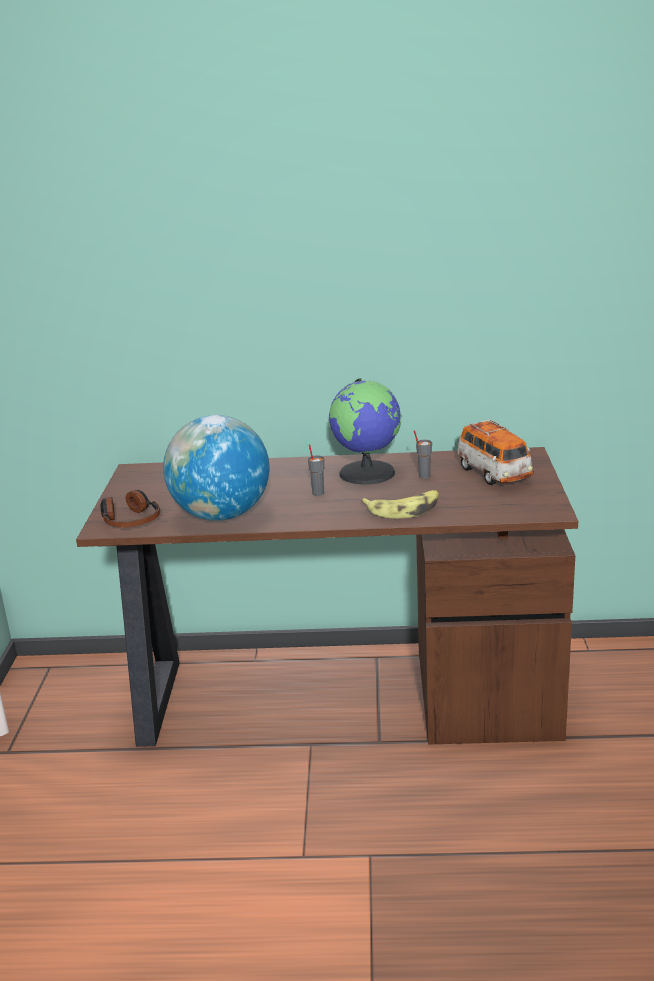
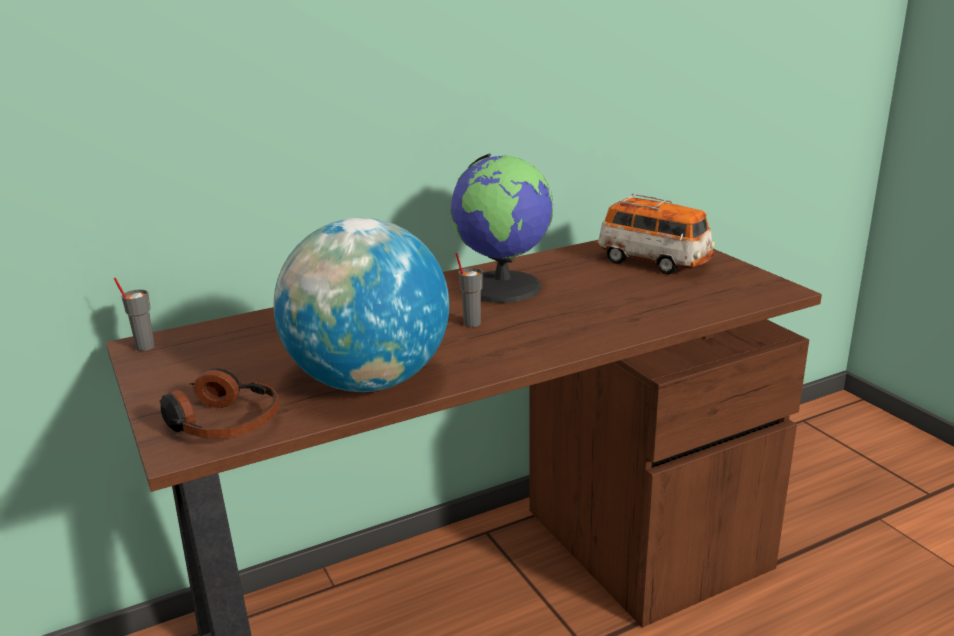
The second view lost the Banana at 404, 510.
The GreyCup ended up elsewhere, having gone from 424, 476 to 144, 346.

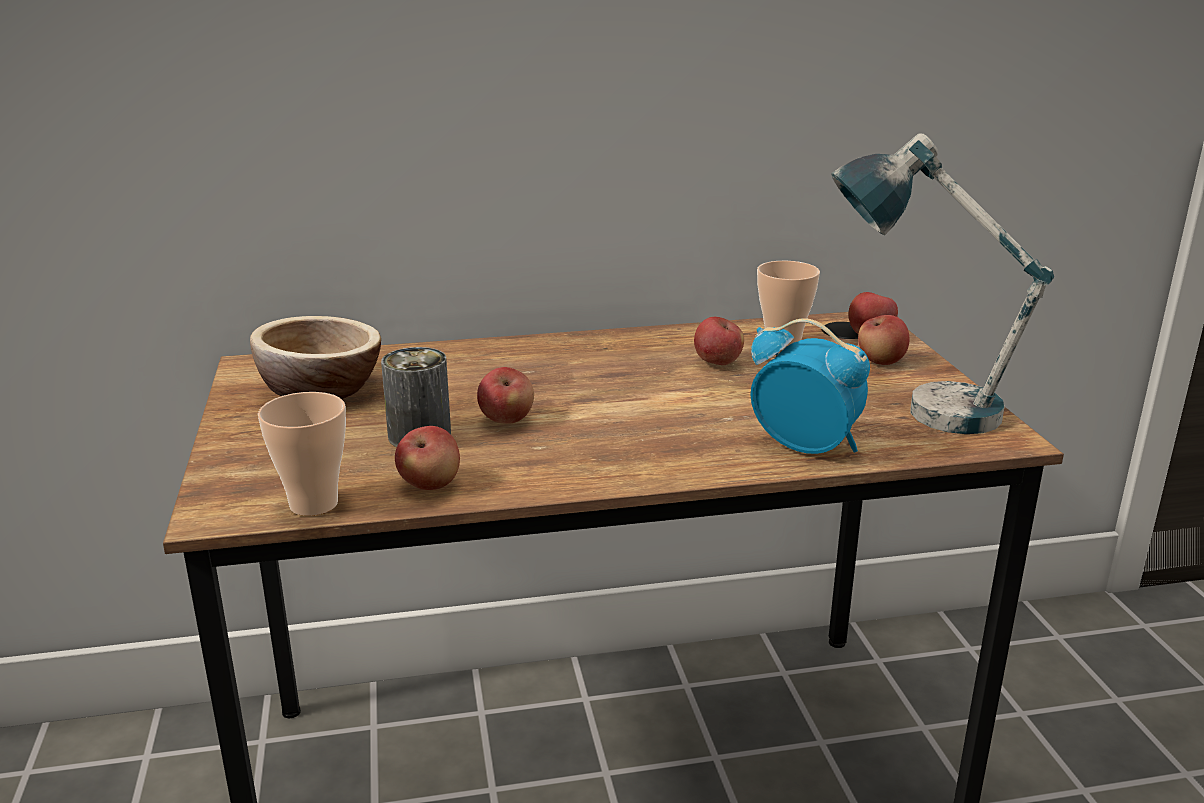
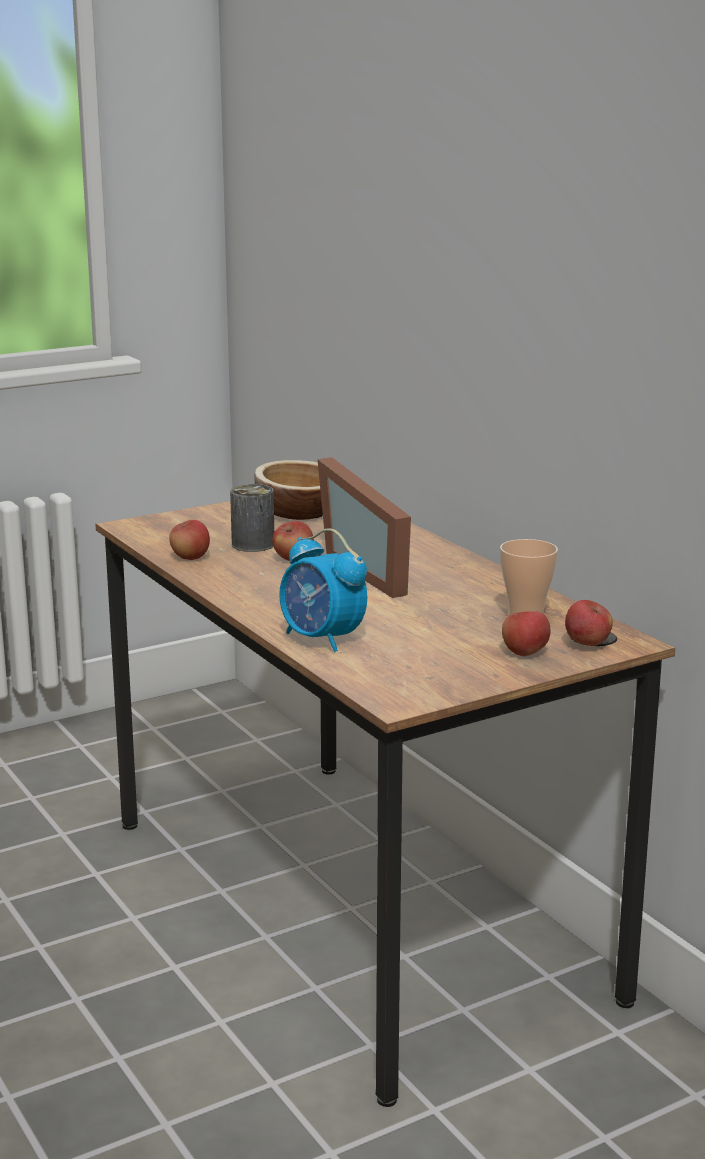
The second view lost the Cup at 313, 504.
The second view lost the Apple at 717, 364.
The AlarmClock at 805, 446 ended up facing another way, 120 degrees clockwise from before.
The second view lost the TableLamp at 915, 406.
The second view gained the PictureFrame at 374, 570.

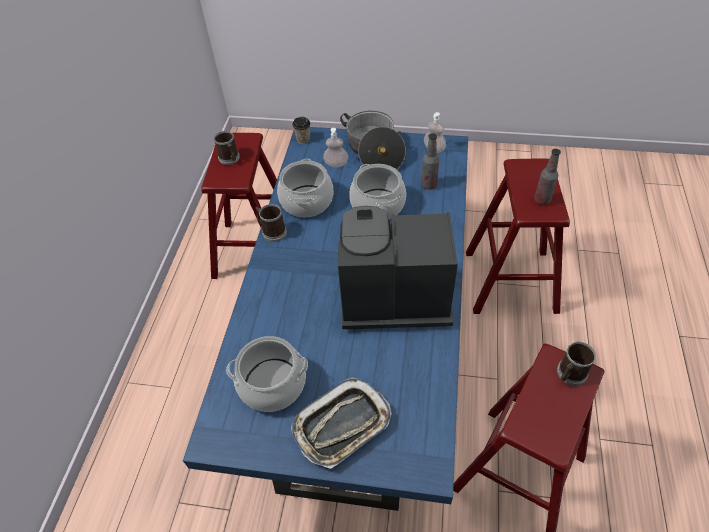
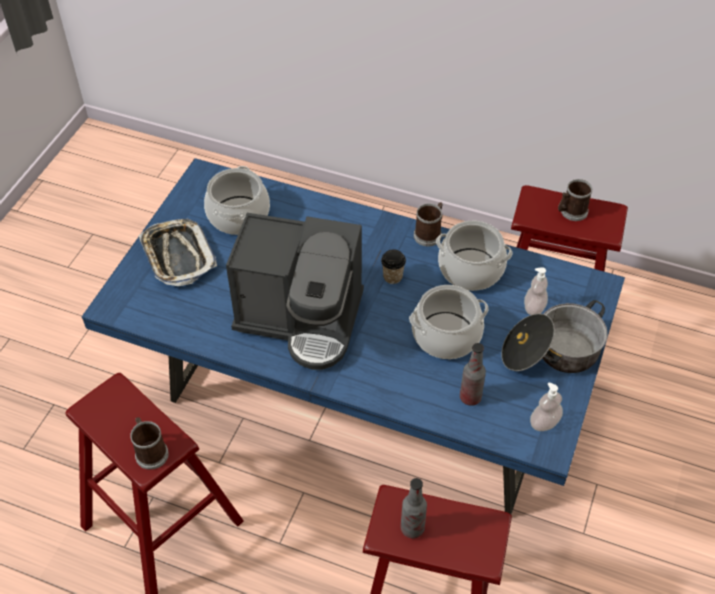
The Cup ended up elsewhere, having gone from 303, 139 to 392, 277.
The CoffeeMachine at 391, 297 ended up facing another way, 90 degrees clockwise from before.

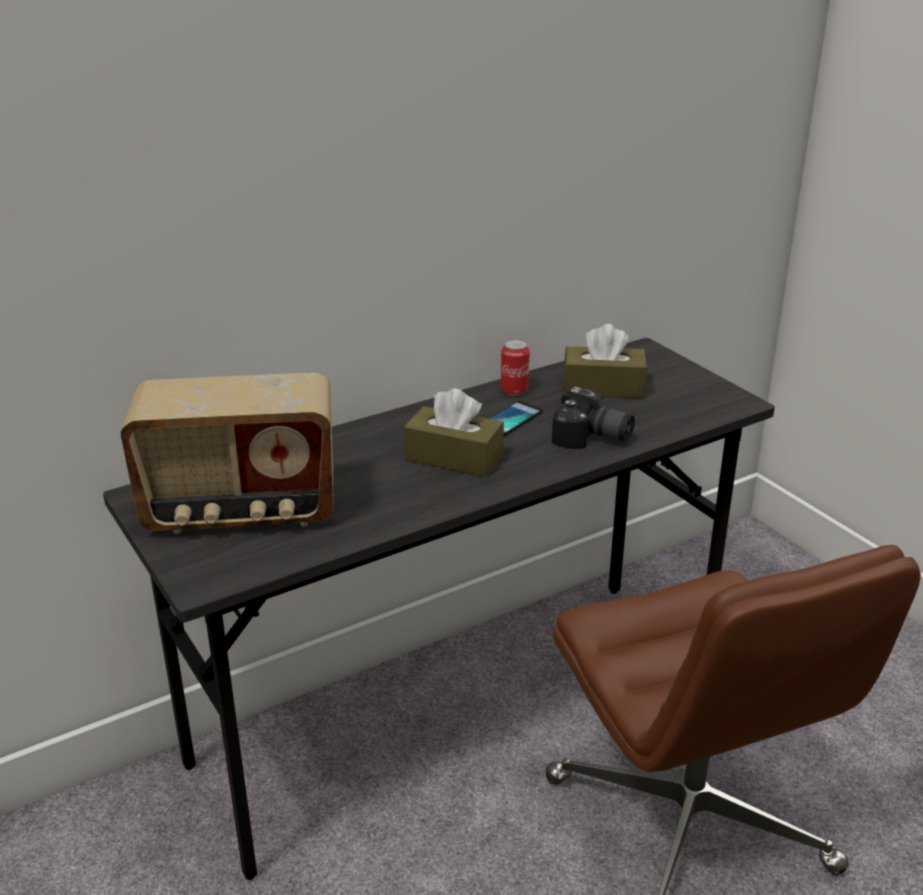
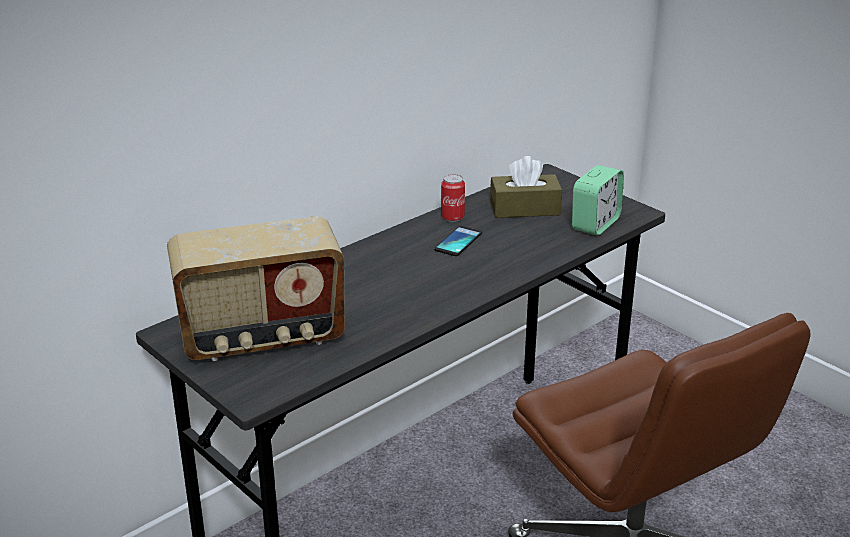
The second view lost the BrownTissueBox at 454, 457.
The second view lost the PhotoCamera at 591, 439.
The second view gained the AlarmClock at 595, 224.

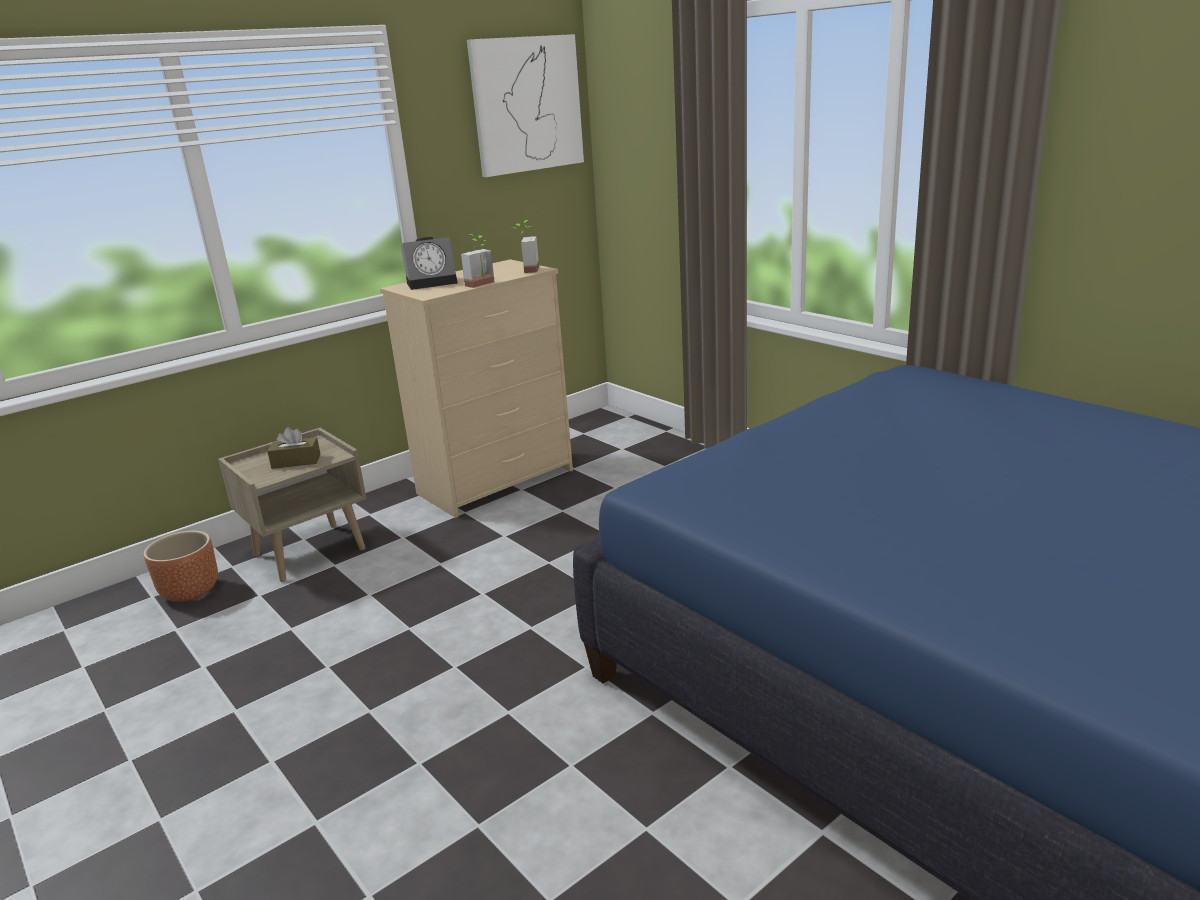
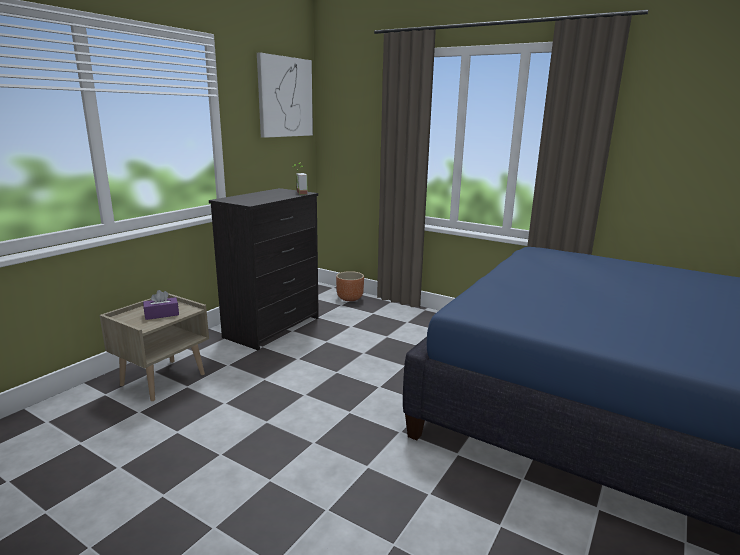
The BrownPlanter ended up elsewhere, having gone from 191, 591 to 350, 298.
What was the BrownTissueBox at 296, 461 turned into the PurpleTissueBox at 162, 314.
What was the BeigeDresser at 497, 481 turned into the BlackDresser at 273, 327.
The second view lost the AlarmClock at 433, 282.
The second view lost the PottedPlant at 483, 284.

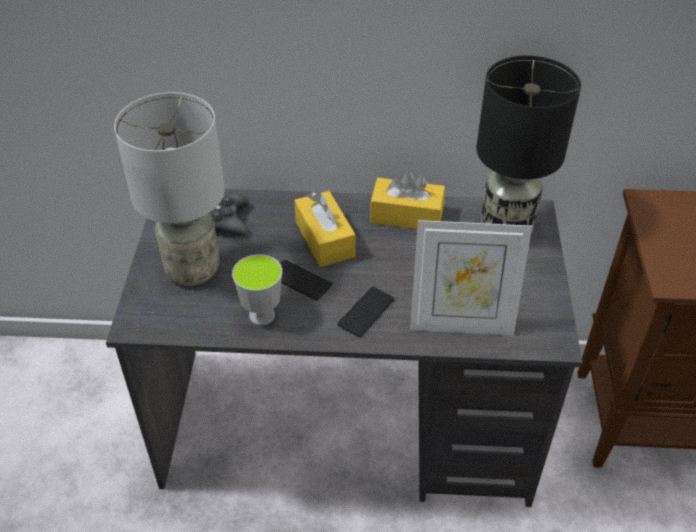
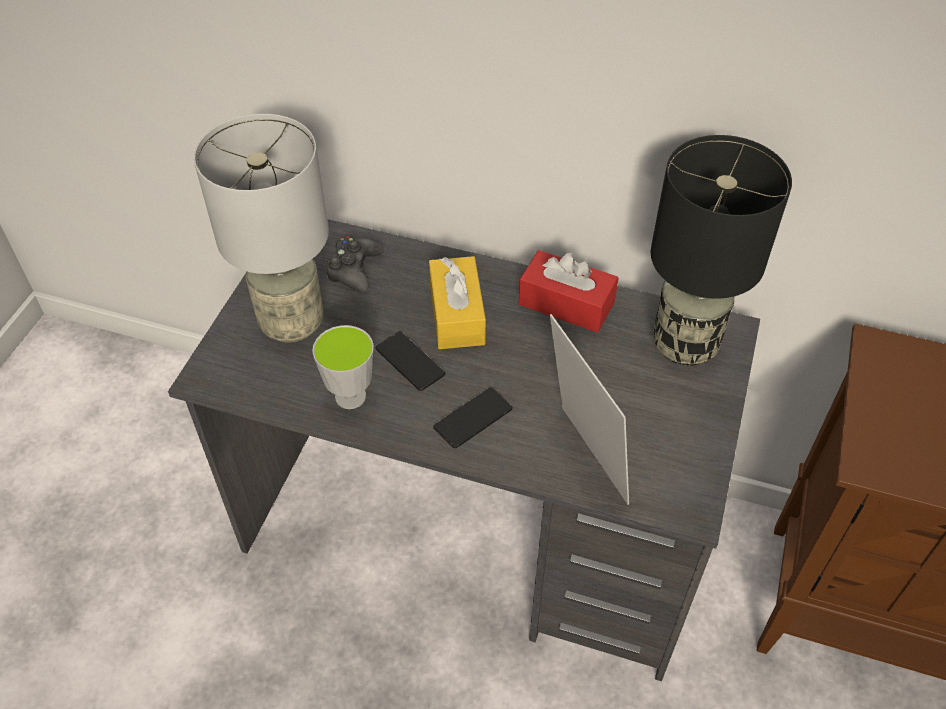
What was the YellowTissueBox at 406, 215 turned into the RedTissueBox at 566, 303.
The PictureFrame at 461, 324 ended up facing another way, 135 degrees counterclockwise from before.

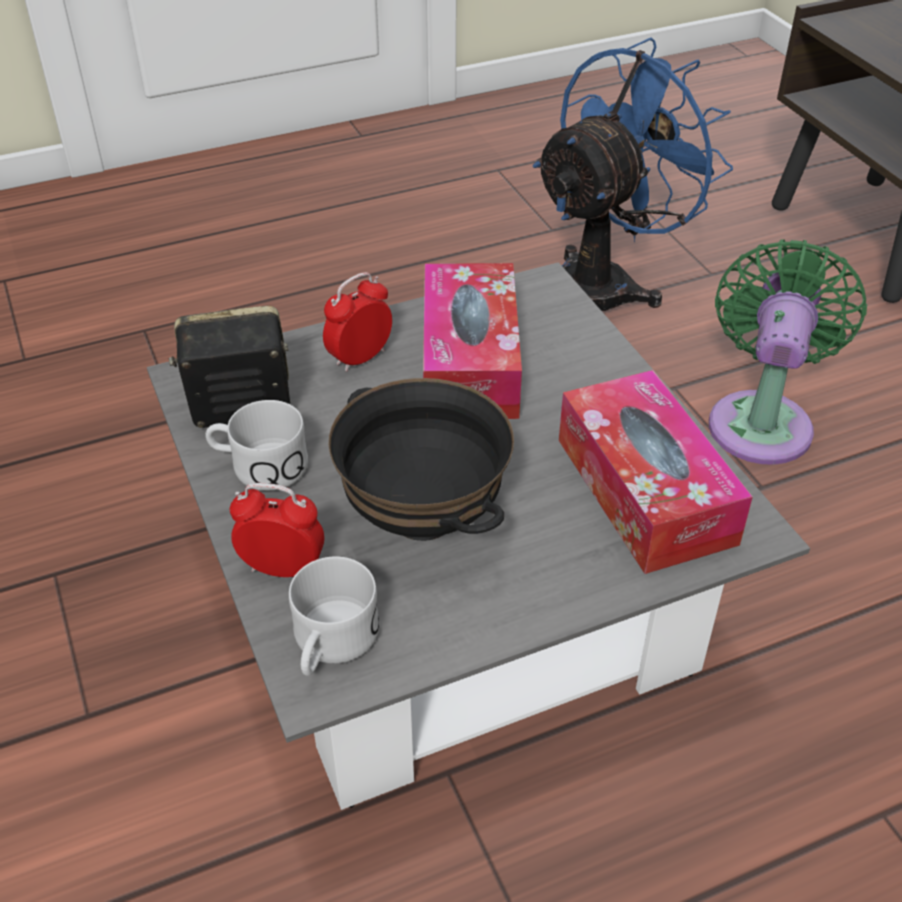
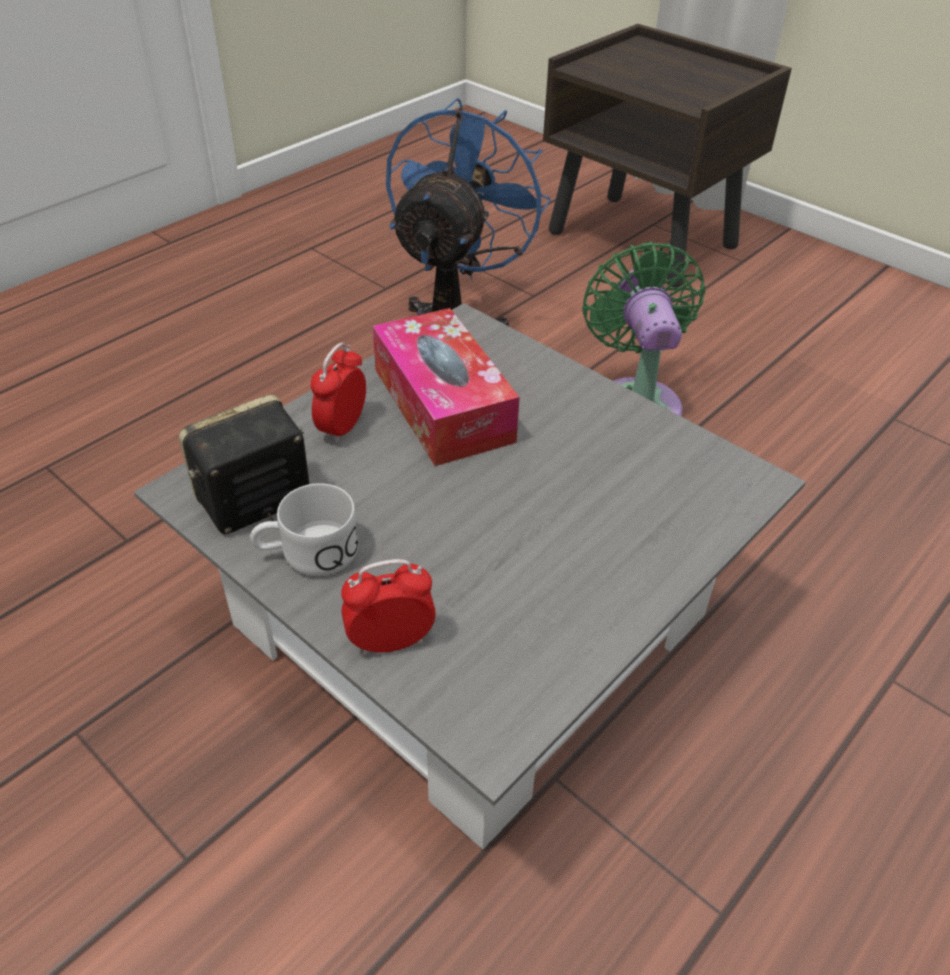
The second view lost the WhiteMug at 330, 645.
The second view lost the BlackBowl at 421, 517.
The second view lost the TissueBox at 645, 490.

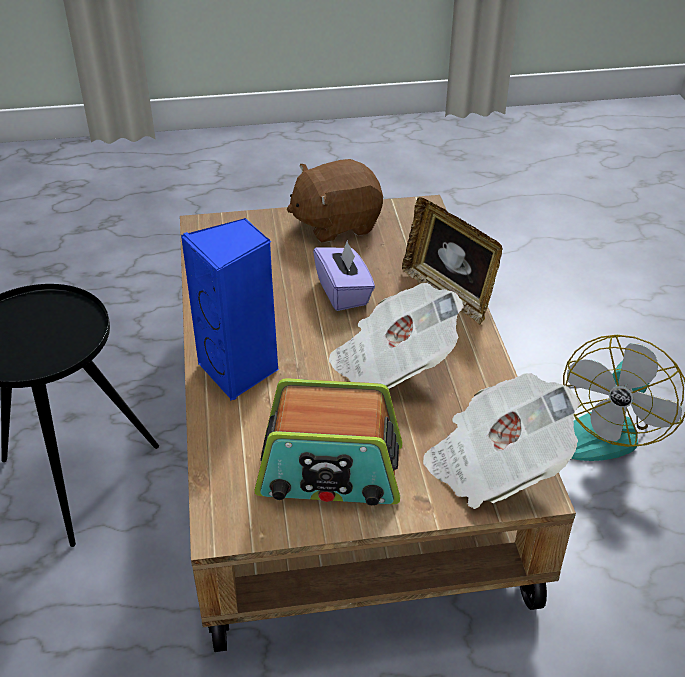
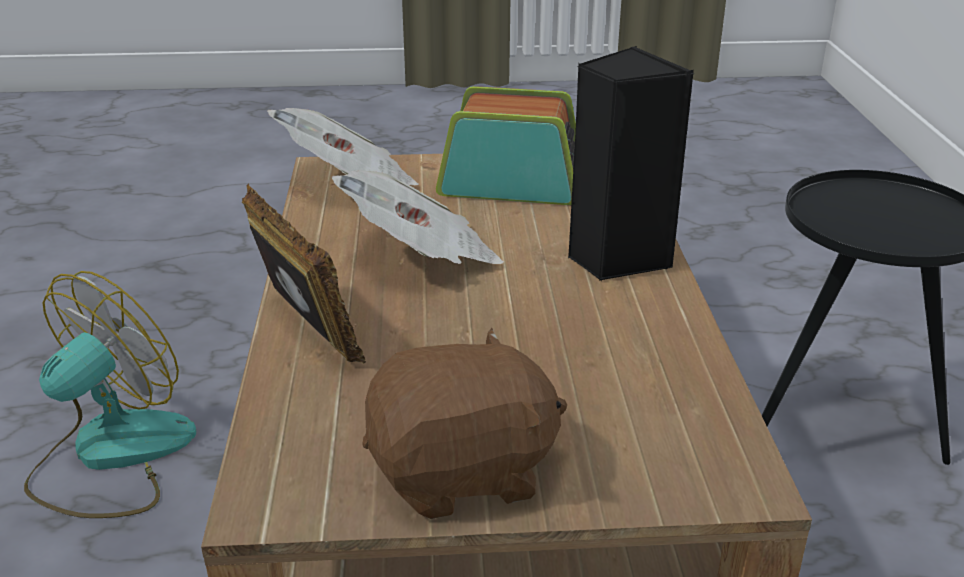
What was the BlueSpeaker at 240, 371 turned into the BlackSpeaker at 615, 259.
The second view lost the PurpleTissueBox at 344, 292.

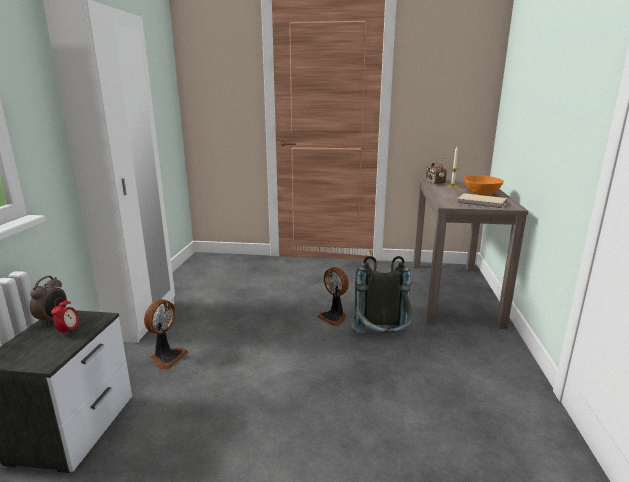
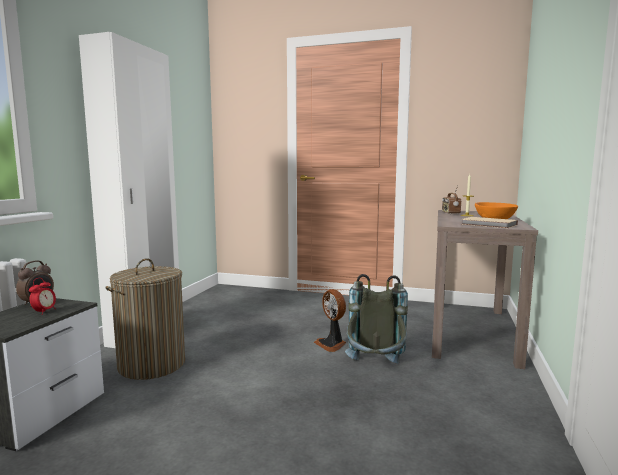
Where the Fan stood at 166, 357, the LaundryBasket came to stand at 152, 364.

